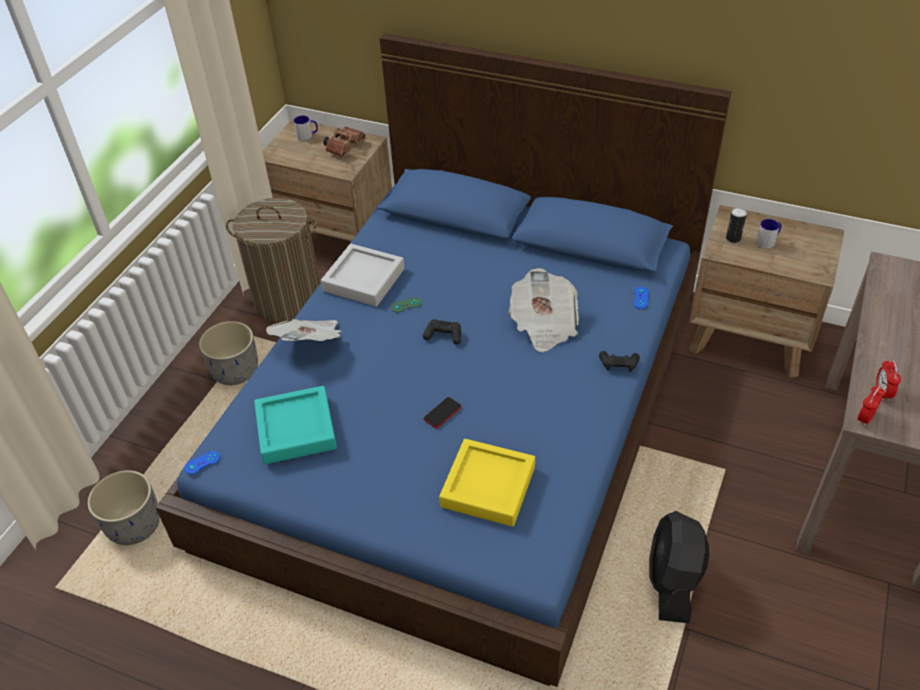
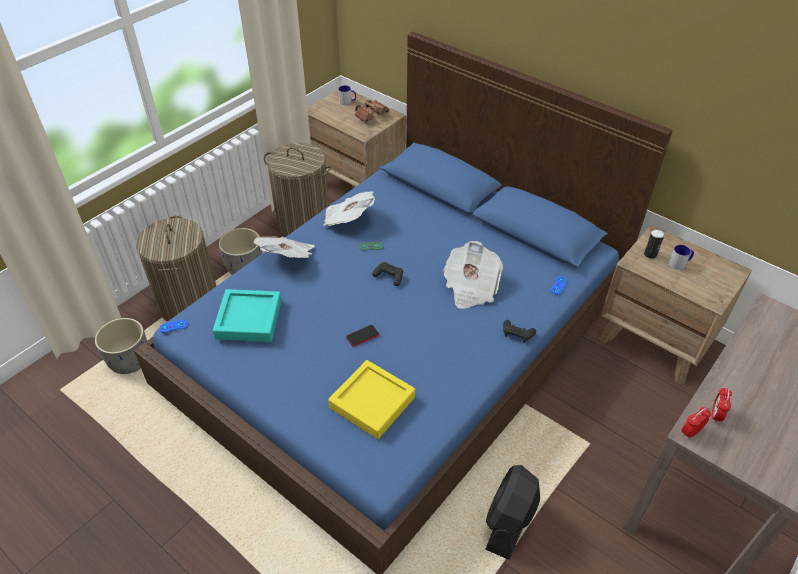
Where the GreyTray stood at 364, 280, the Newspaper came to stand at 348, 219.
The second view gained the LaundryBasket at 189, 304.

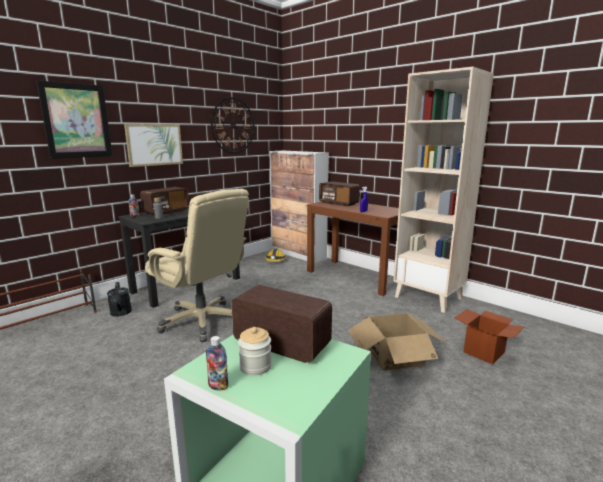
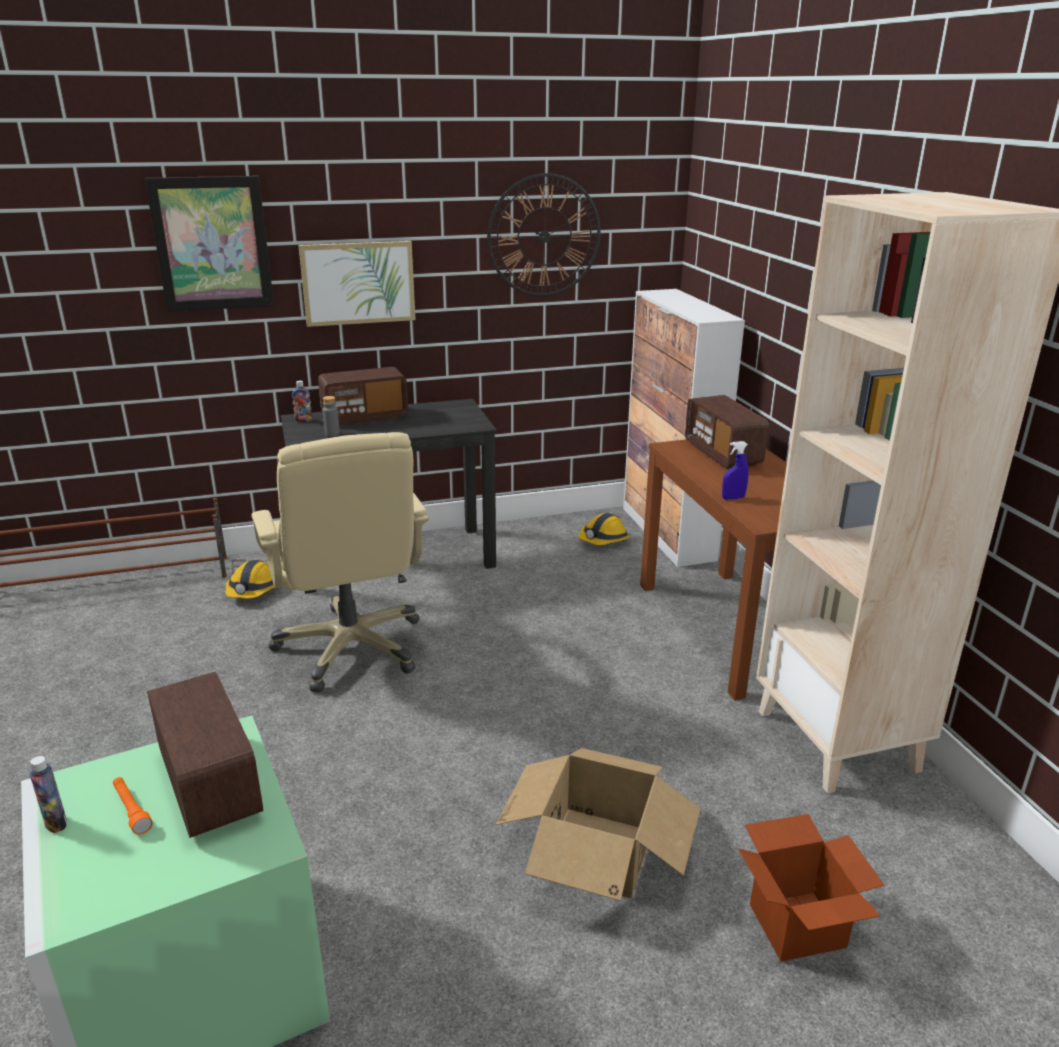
Where the BlackWateringCan stood at 121, 313, the HardHat came to stand at 254, 591.
Where the Jar stood at 255, 366, the OrangeFlashlight came to stand at 131, 810.

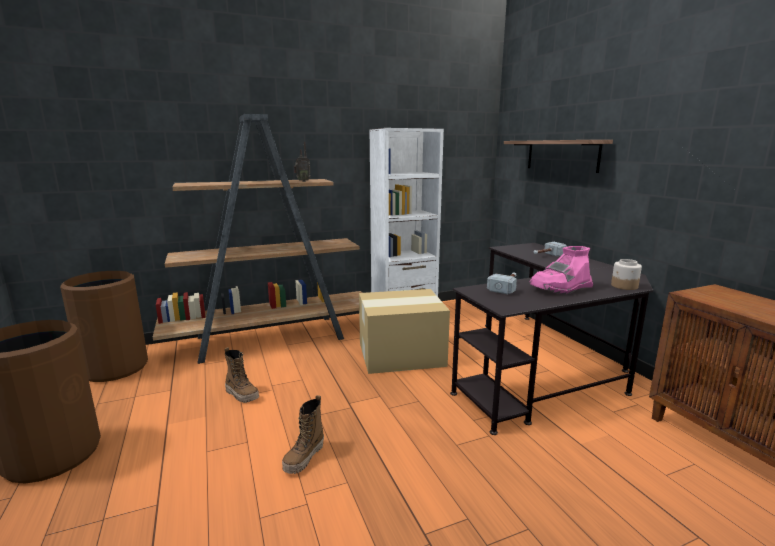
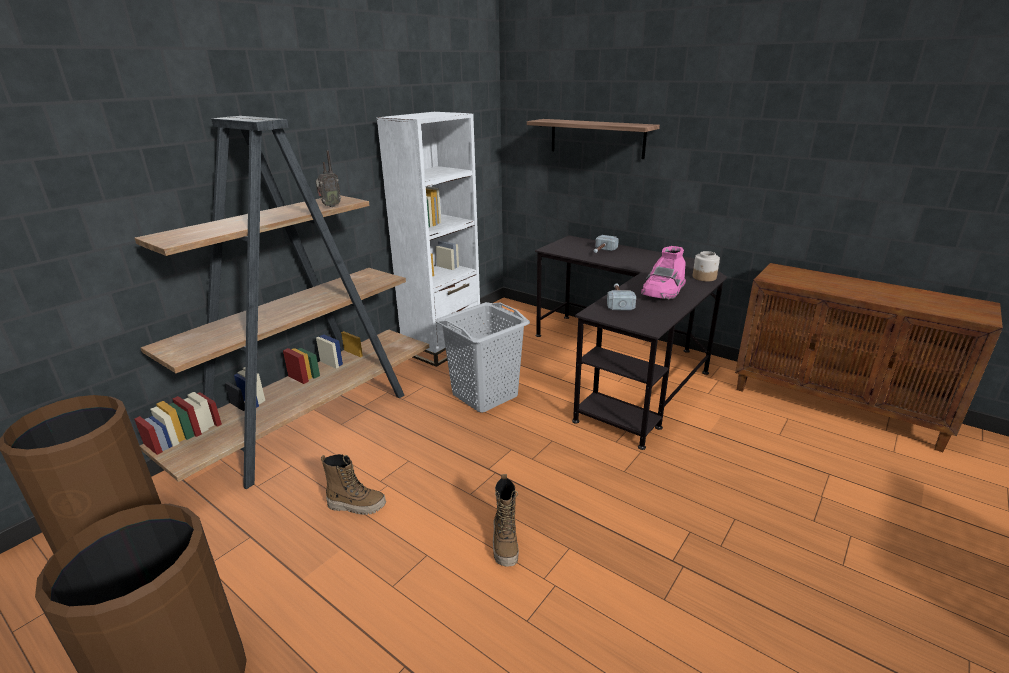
Where the CardboardBox stood at 400, 354, the GreyLaundryBasket came to stand at 484, 395.

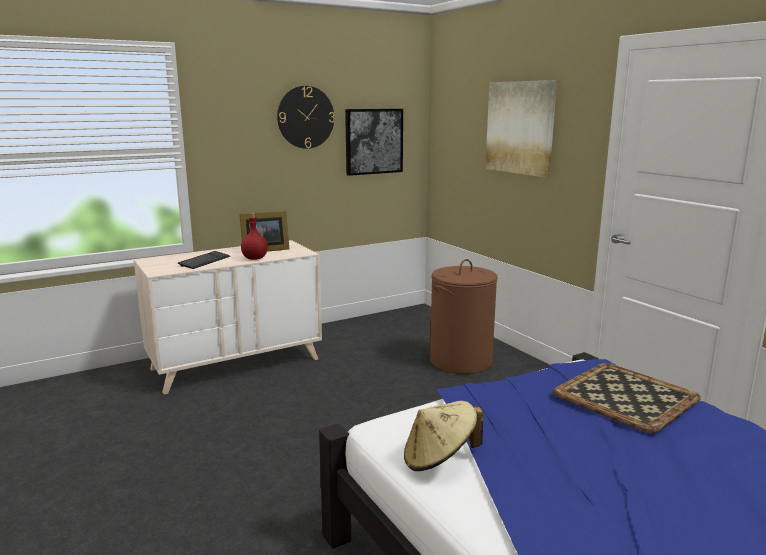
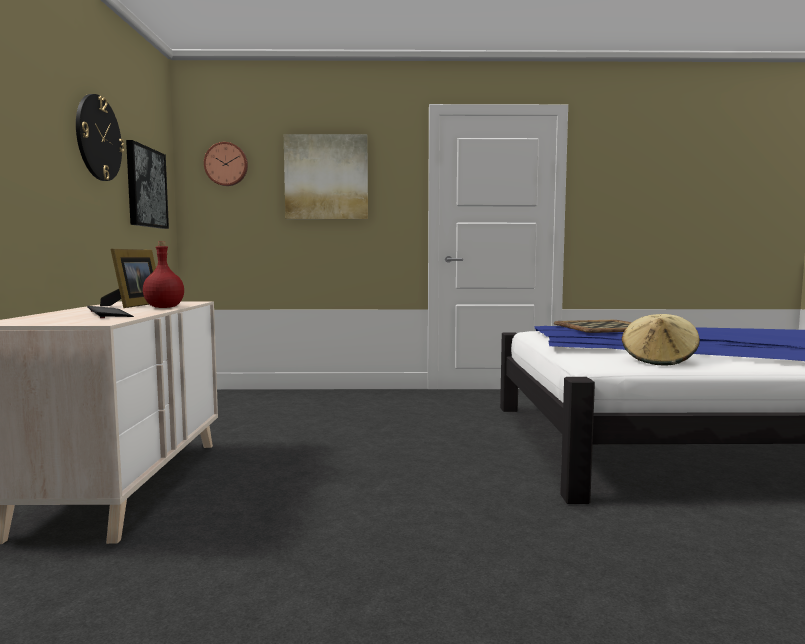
The second view lost the BrownLaundryBasket at 461, 361.
The second view gained the WallClock at 226, 164.

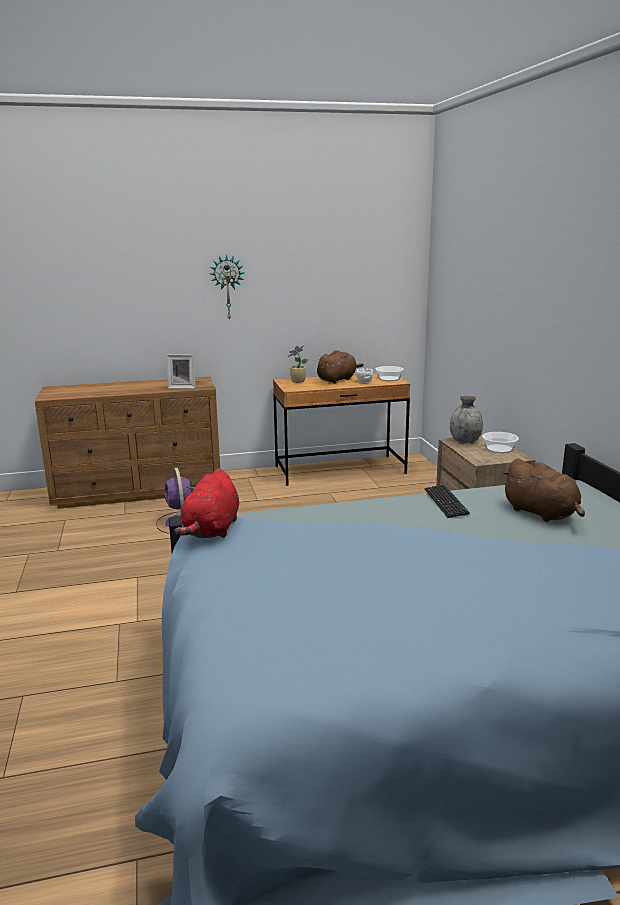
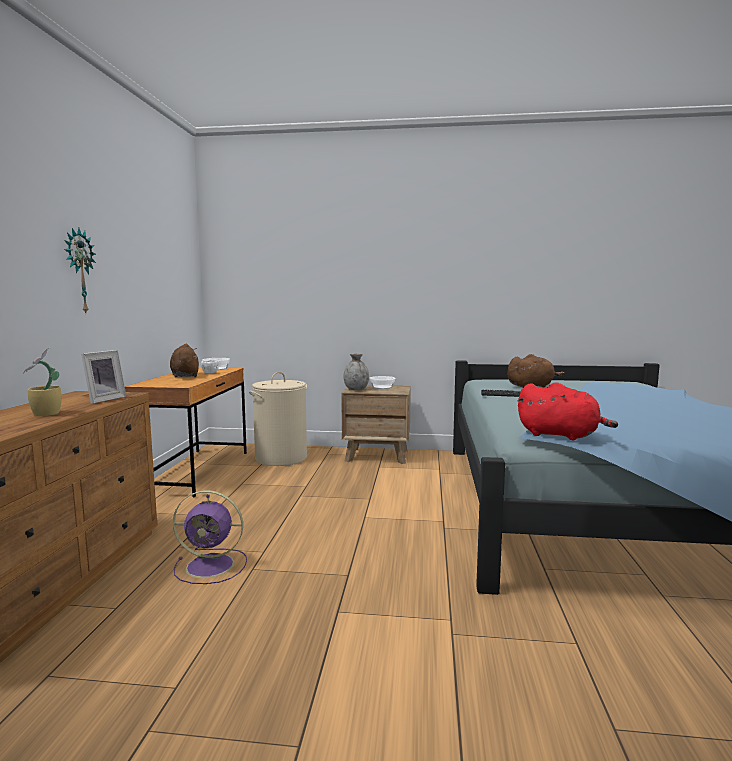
The PottedPlant ended up elsewhere, having gone from 297, 381 to 46, 414.
The second view gained the BeigeLaundryBasket at 281, 458.

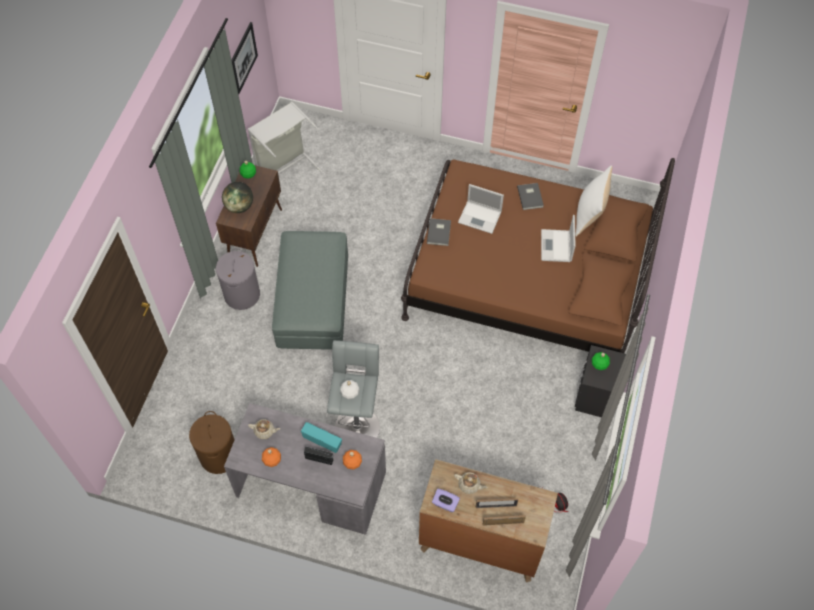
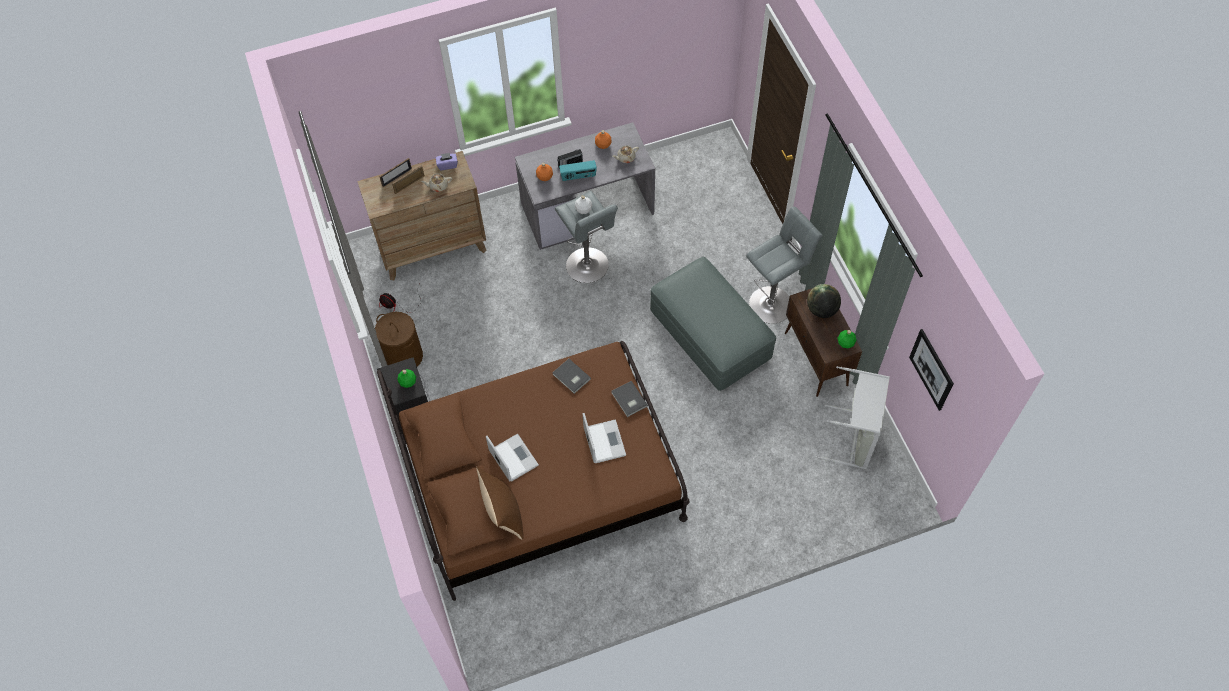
The BrownLaundryBasket ended up elsewhere, having gone from 219, 456 to 403, 356.
Where the GreyLaundryBasket stood at 242, 294, the GreyStool came to stand at 773, 303.
The Laptop at 480, 217 ended up facing another way, 90 degrees clockwise from before.
The GreyBook ended up elsewhere, having gone from 530, 196 to 571, 377.
What was the WhitePillow at 589, 215 turned into the BrownPillow at 503, 513.

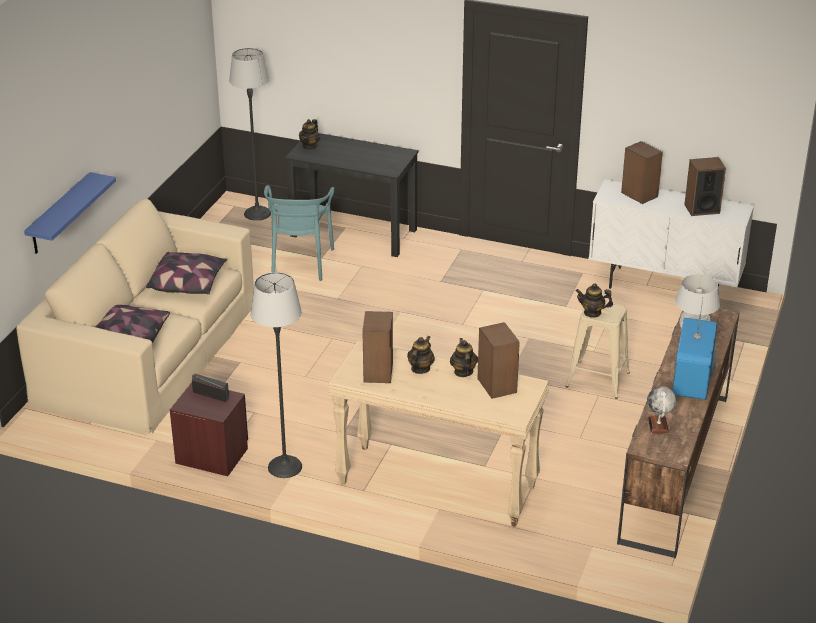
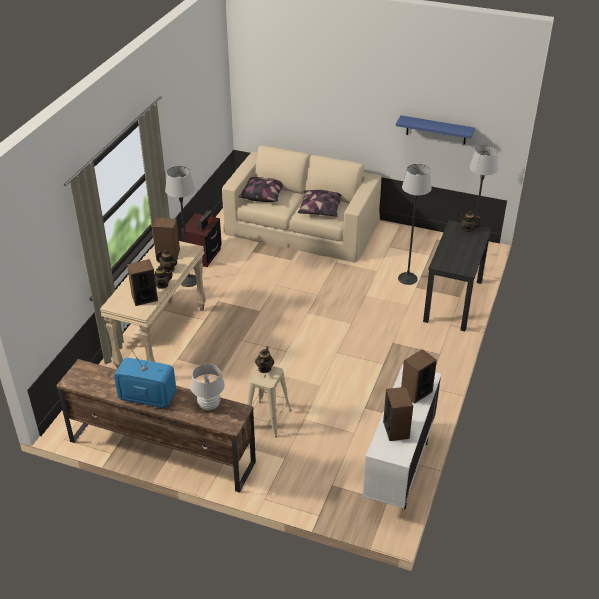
The BlueShelf ended up elsewhere, having gone from 59, 214 to 436, 130.
Where the TurquoiseChair stood at 300, 263, the FloorLamp came to stand at 407, 278.
The second view lost the Globe at 658, 426.

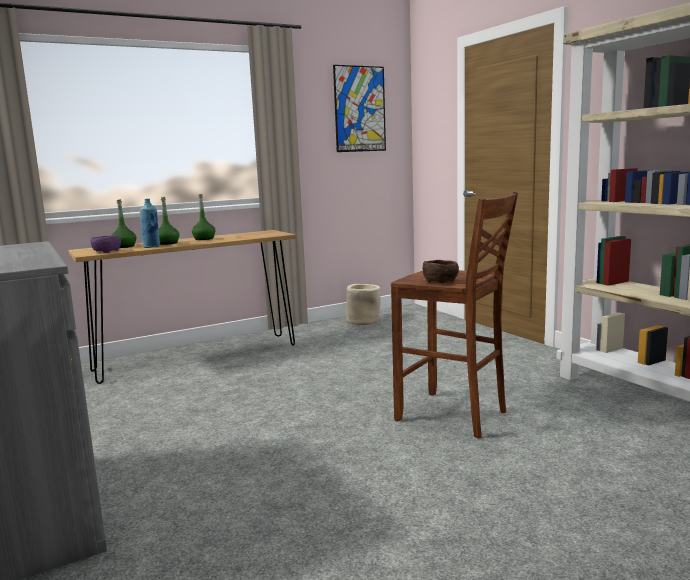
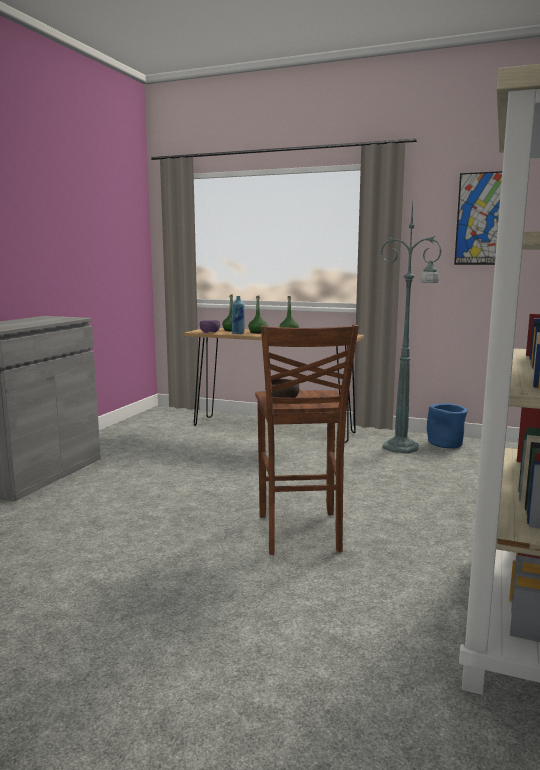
What was the BeigePlanter at 362, 321 turned into the BluePlanter at 445, 444.
The second view gained the GreenFloorLamp at 402, 448.

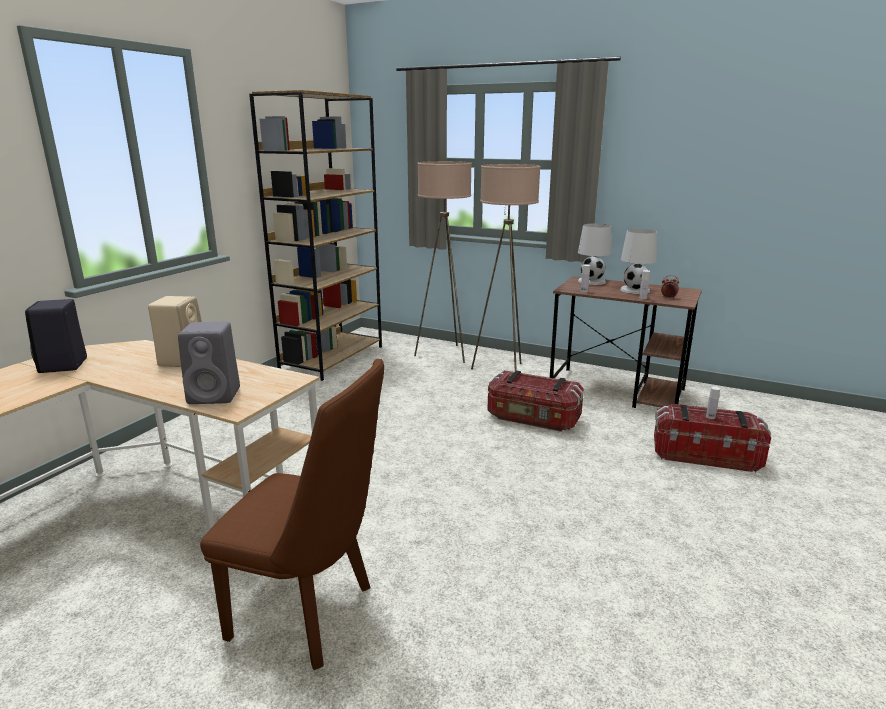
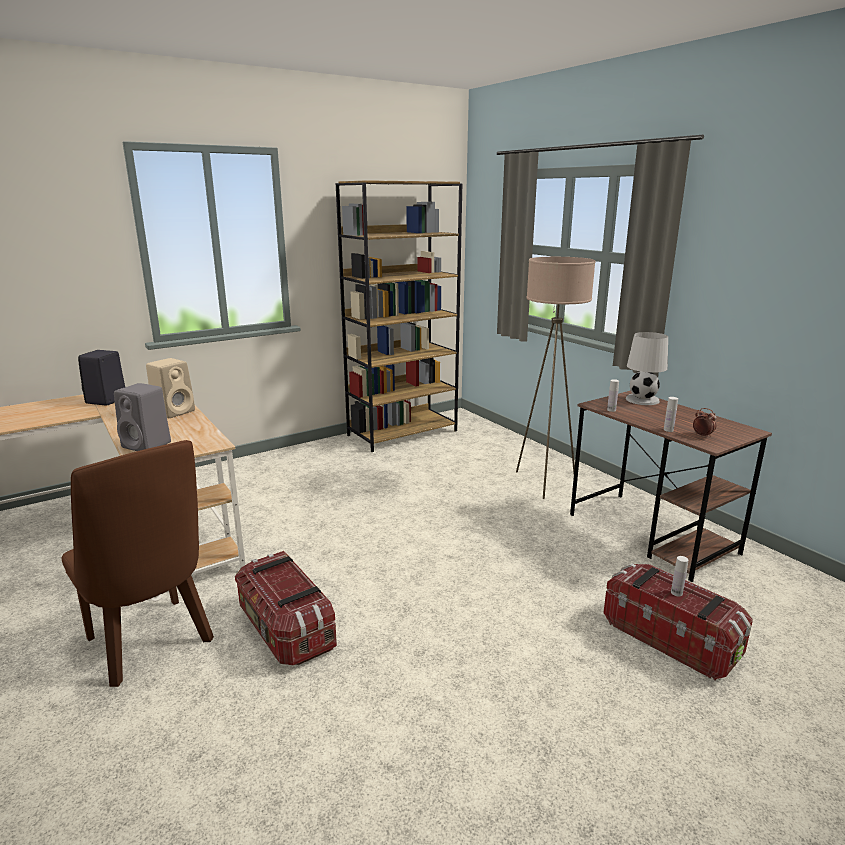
The second view lost the BeigeFloorLamp at 444, 354.
The StorageBox ended up elsewhere, having gone from 533, 419 to 286, 629.
The second view lost the WhiteTableLamp at 634, 290.

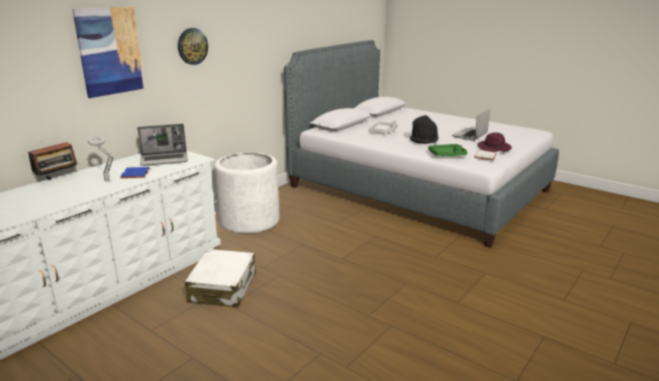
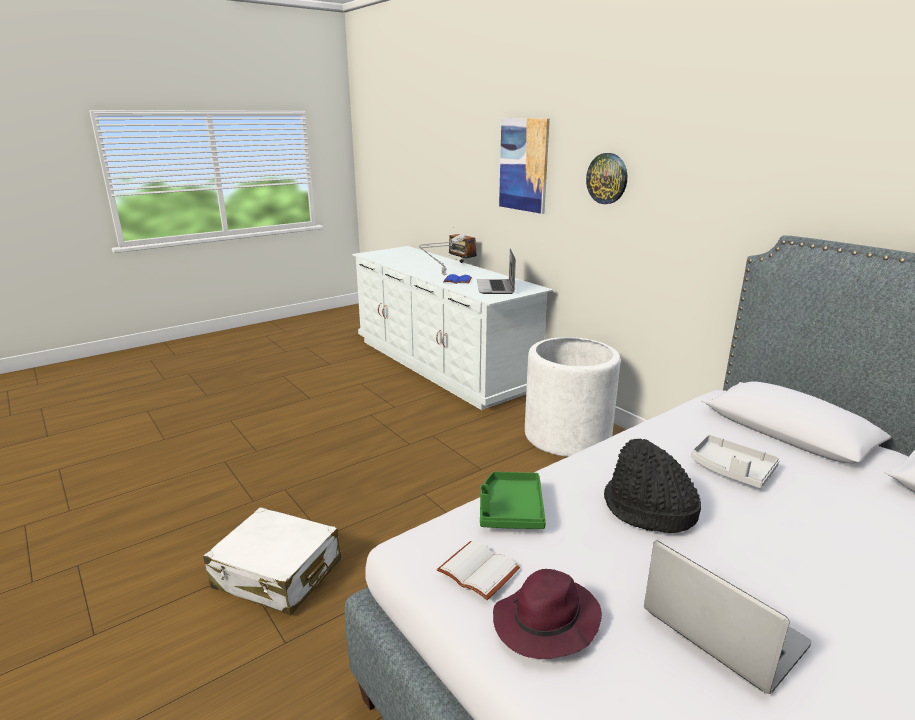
The WhiteSuitcase ended up elsewhere, having gone from 223, 288 to 277, 574.

